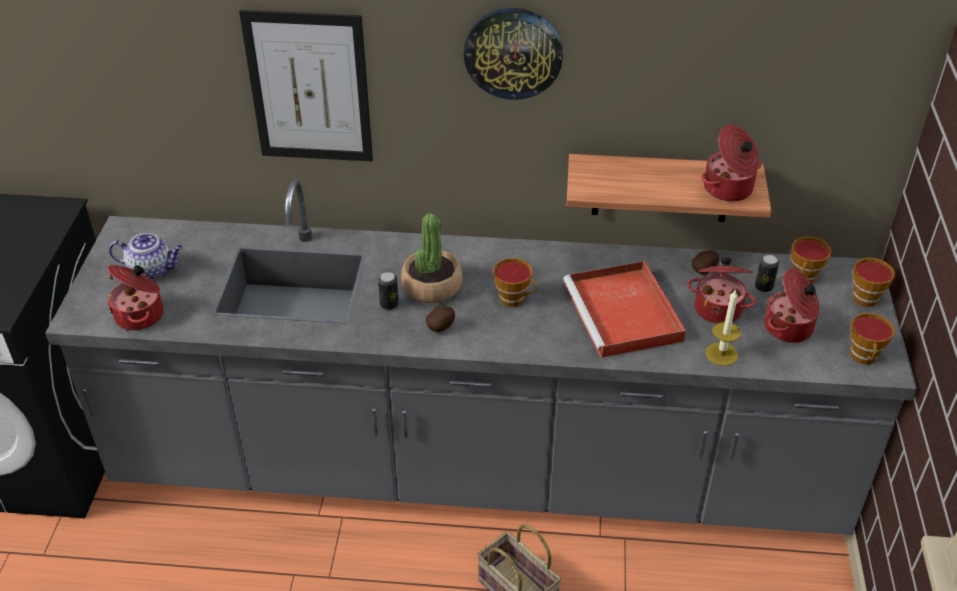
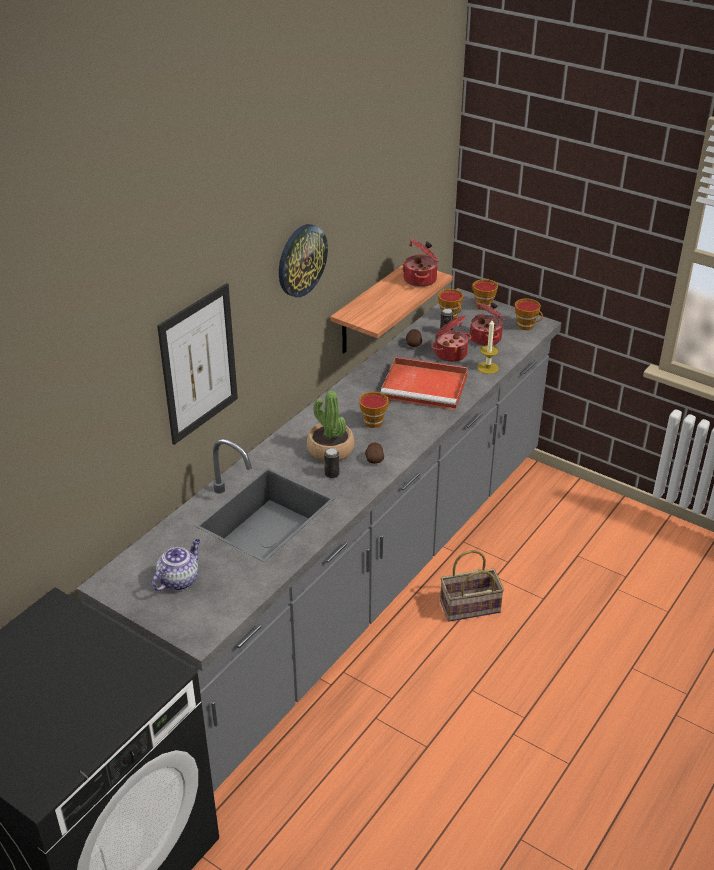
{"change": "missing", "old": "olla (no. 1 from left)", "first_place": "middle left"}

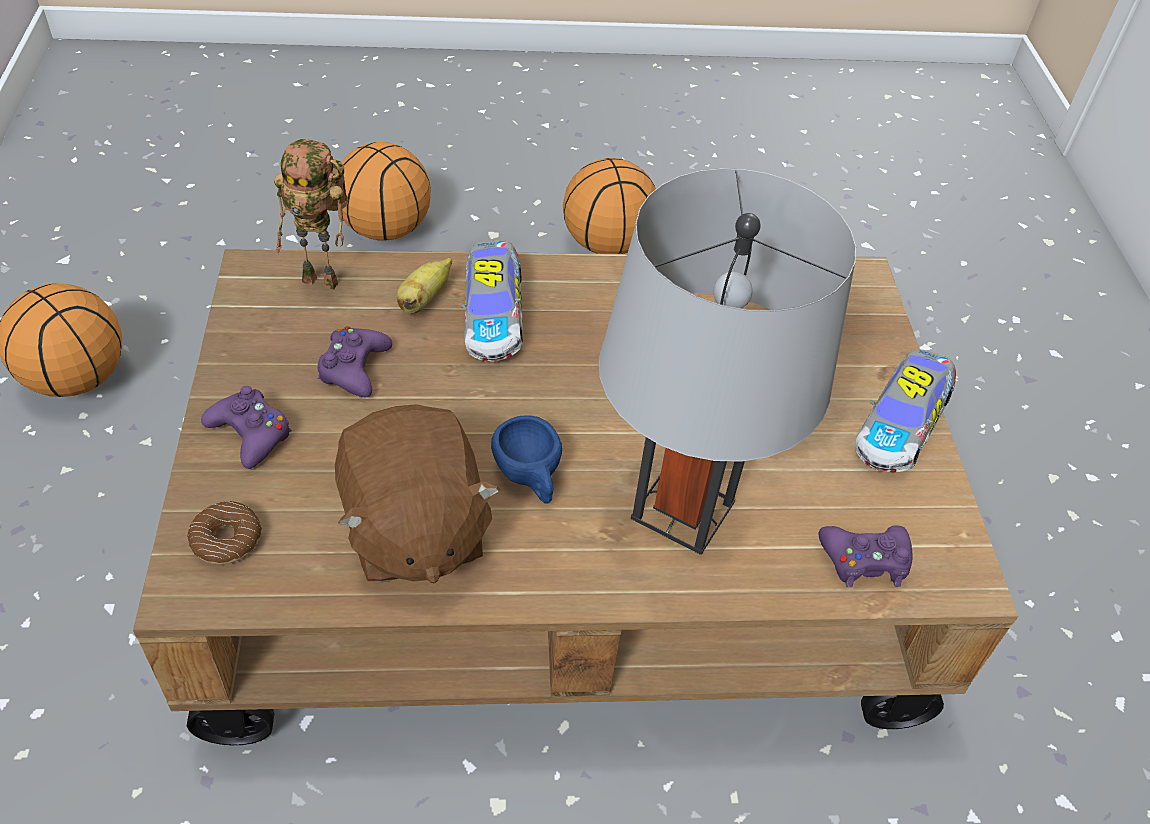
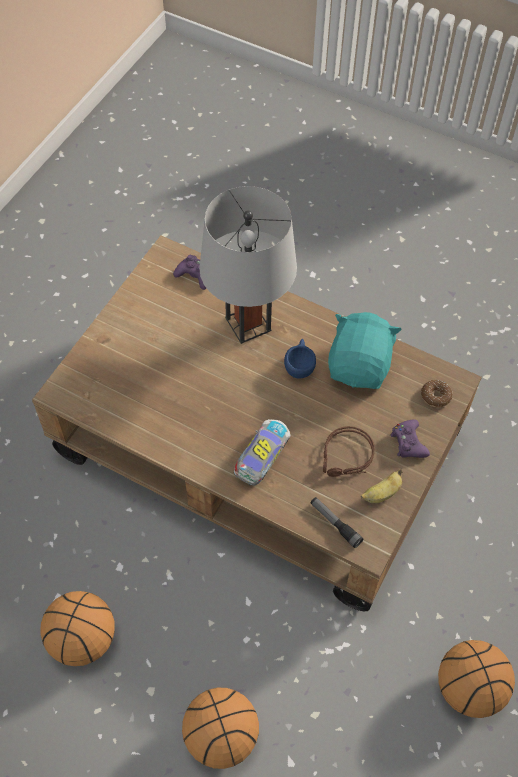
{"change": "exchanged", "old": "robot de juguete", "new": "linterna", "first_place": "top left", "second_place": "bottom centre"}
{"change": "exchanged", "old": "mando de consola/morado (no. 2 from left)", "new": "auriculares/marrón", "first_place": "middle left", "second_place": "middle right"}
{"change": "colour", "old": "peluche/marrón", "new": "peluche/turquesa", "first_place": "centre", "second_place": "middle right"}
{"change": "relocated", "old": "plátano", "first_place": "centre", "second_place": "middle right"}
{"change": "missing", "old": "coche de juguete (no. 2 from left)", "first_place": "middle right"}

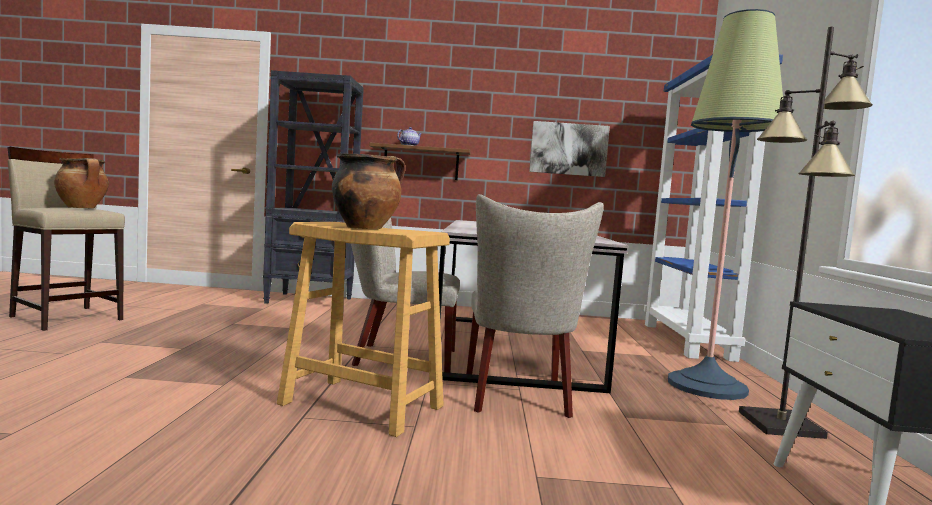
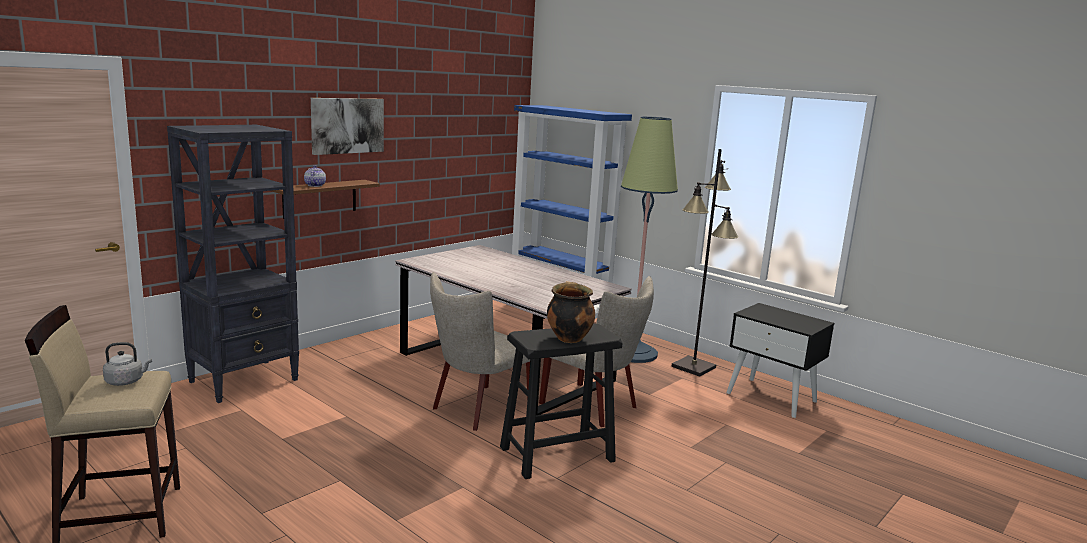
{"change": "exchanged", "old": "olla (no. 1 from left)", "new": "hervidor/gris", "first_place": "middle left", "second_place": "bottom left"}
{"change": "colour", "old": "taburete/beis (no. 2 from left)", "new": "taburete/negro", "first_place": "centre", "second_place": "bottom centre"}
{"change": "relocated", "old": "cuadro", "first_place": "top centre", "second_place": "top left"}

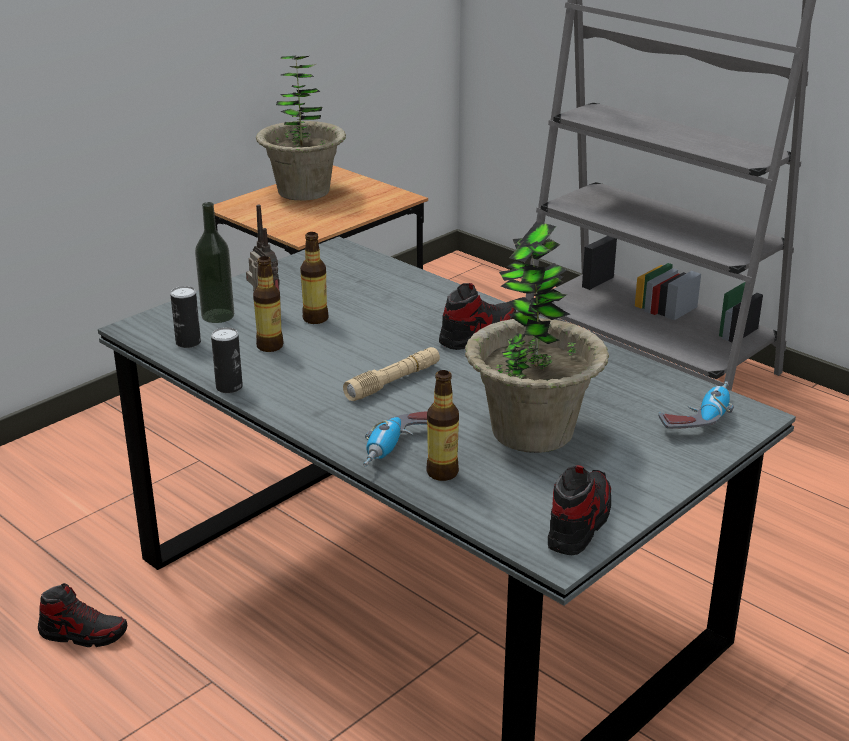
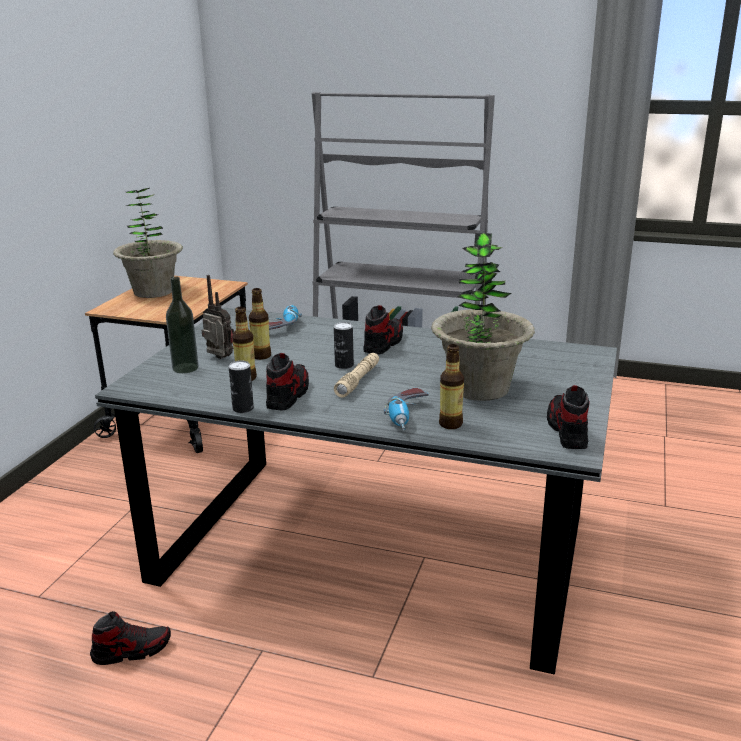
{"change": "relocated", "old": "lata (no. 1 from left in the first image)", "new": "lata (no. 2 from left)", "first_place": "middle left", "second_place": "centre"}
{"change": "relocated", "old": "taladro (no. 2 from left in the first image)", "new": "taladro (no. 1 from left)", "first_place": "middle right", "second_place": "centre"}
{"change": "appeared", "new": "zapato (no. 2 from left)", "second_place": "centre"}

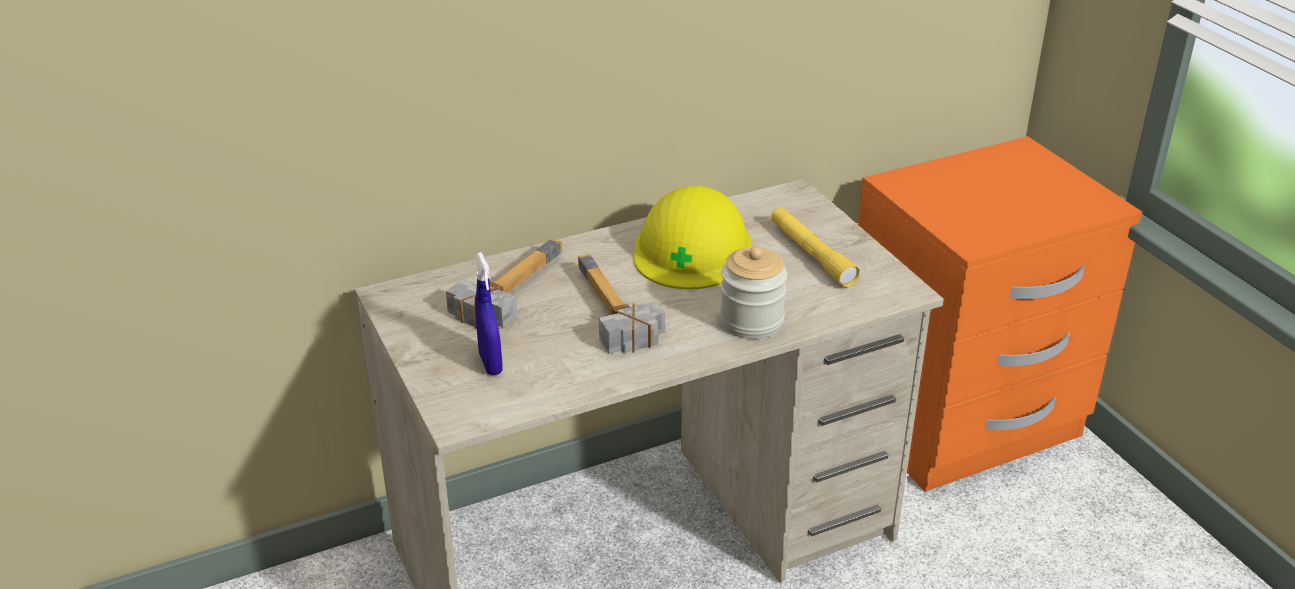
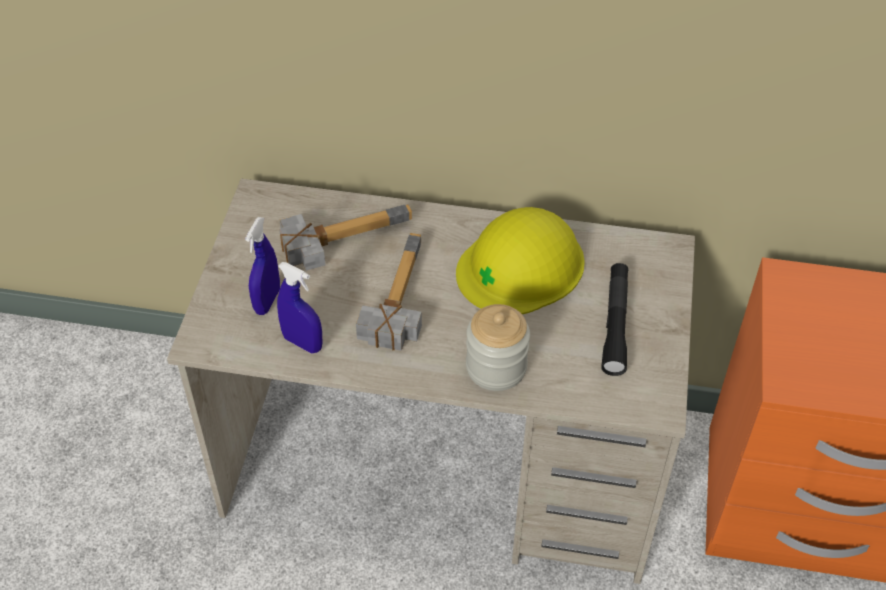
{"change": "colour", "old": "linterna/amarillo", "new": "linterna/negro", "first_place": "centre", "second_place": "middle right"}
{"change": "appeared", "new": "pulverizador/azul (no. 2 from left)", "second_place": "centre"}

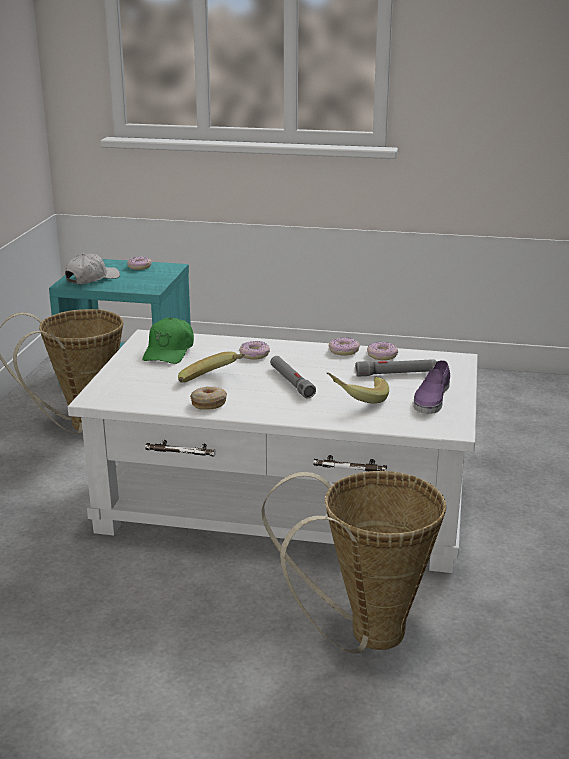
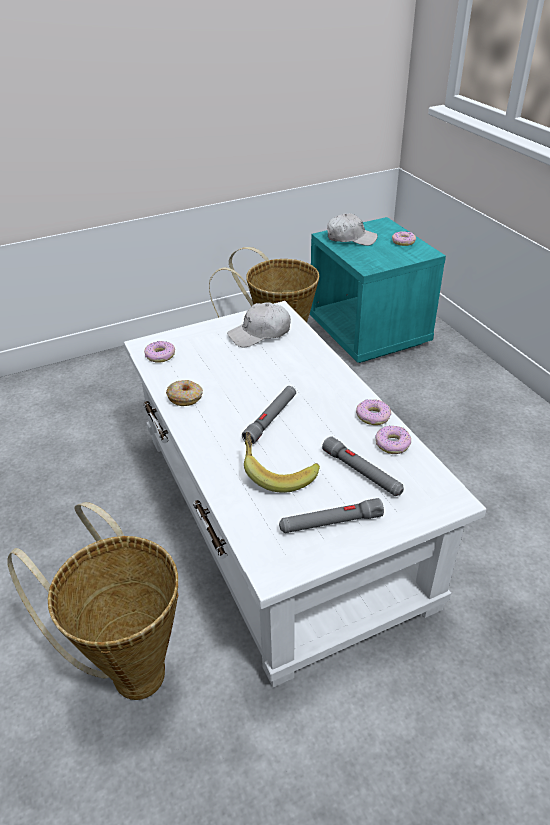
{"change": "colour", "old": "gorra/verde", "new": "gorra/blanco (no. 1 from left)", "first_place": "middle left", "second_place": "centre"}
{"change": "missing", "old": "plátano (no. 1 from left)", "first_place": "centre"}
{"change": "relocated", "old": "rosquilla (no. 3 from left in the first image)", "new": "rosquilla (no. 1 from left)", "first_place": "centre", "second_place": "middle left"}
{"change": "exchanged", "old": "zapato/morado", "new": "linterna/gris (no. 2 from left)", "first_place": "middle right", "second_place": "centre"}

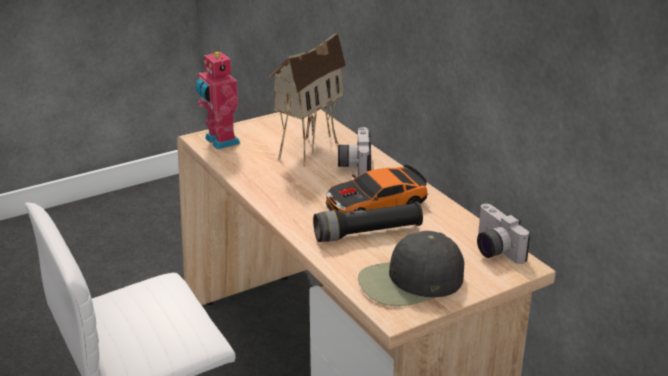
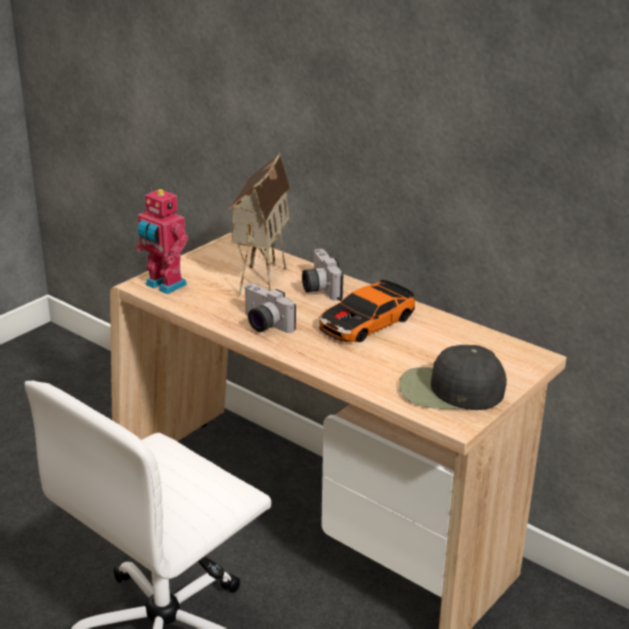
{"change": "missing", "old": "linterna/negro", "first_place": "centre"}
{"change": "spun", "old": "gorra/negro", "first_place": "bottom centre", "second_place": "middle right", "degrees": 45}
{"change": "relocated", "old": "cámara (no. 2 from left in the first image)", "new": "cámara (no. 1 from left)", "first_place": "middle right", "second_place": "centre"}

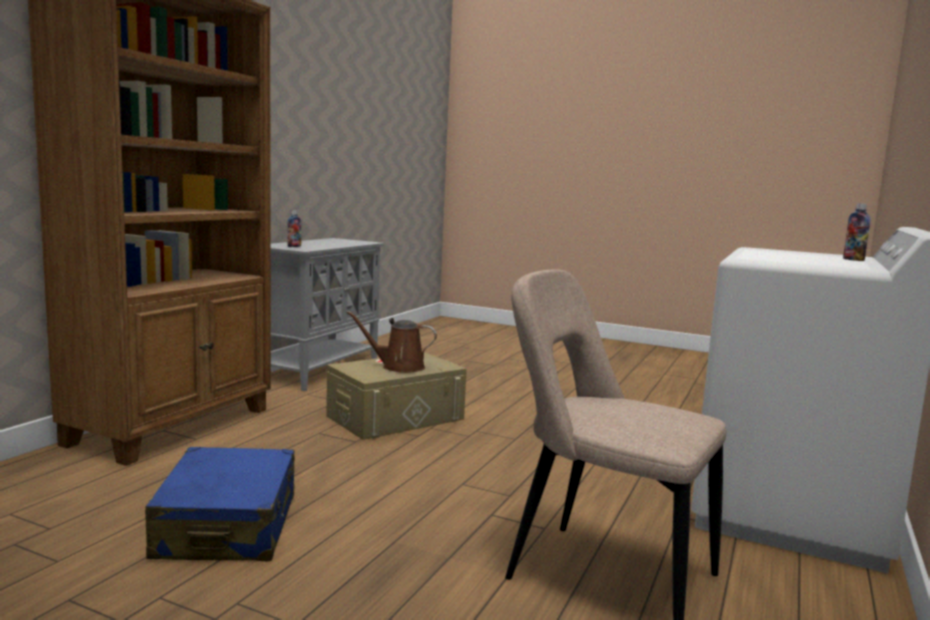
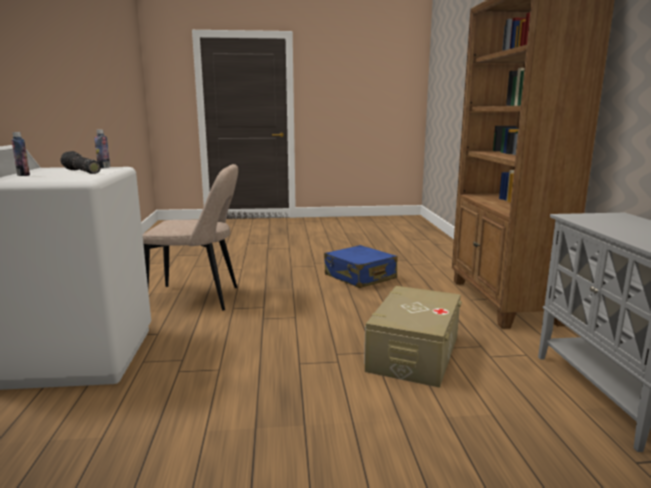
{"change": "relocated", "old": "botella (no. 1 from left in the first image)", "new": "botella (no. 2 from left)", "first_place": "middle left", "second_place": "top left"}
{"change": "missing", "old": "regadera/marrón", "first_place": "centre"}
{"change": "appeared", "new": "linterna", "second_place": "top left"}

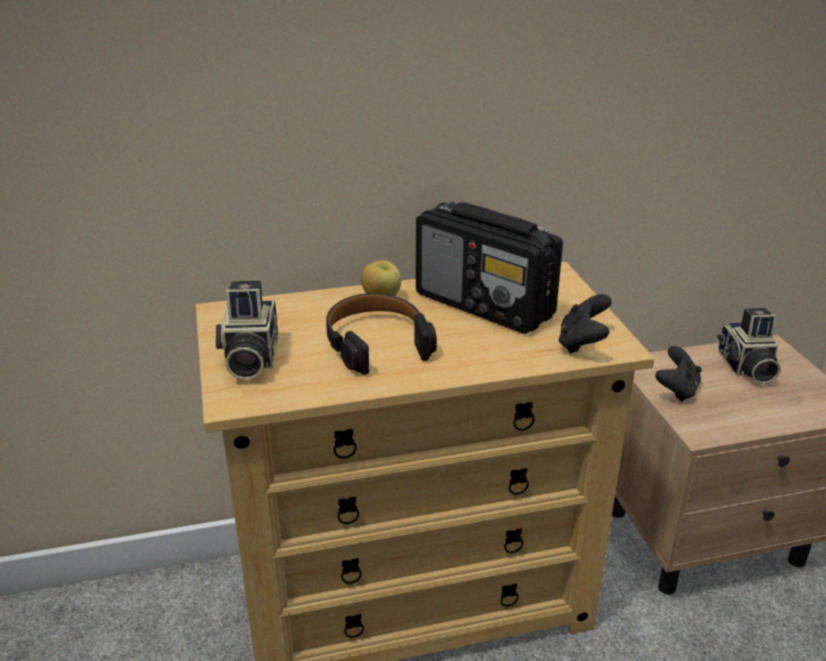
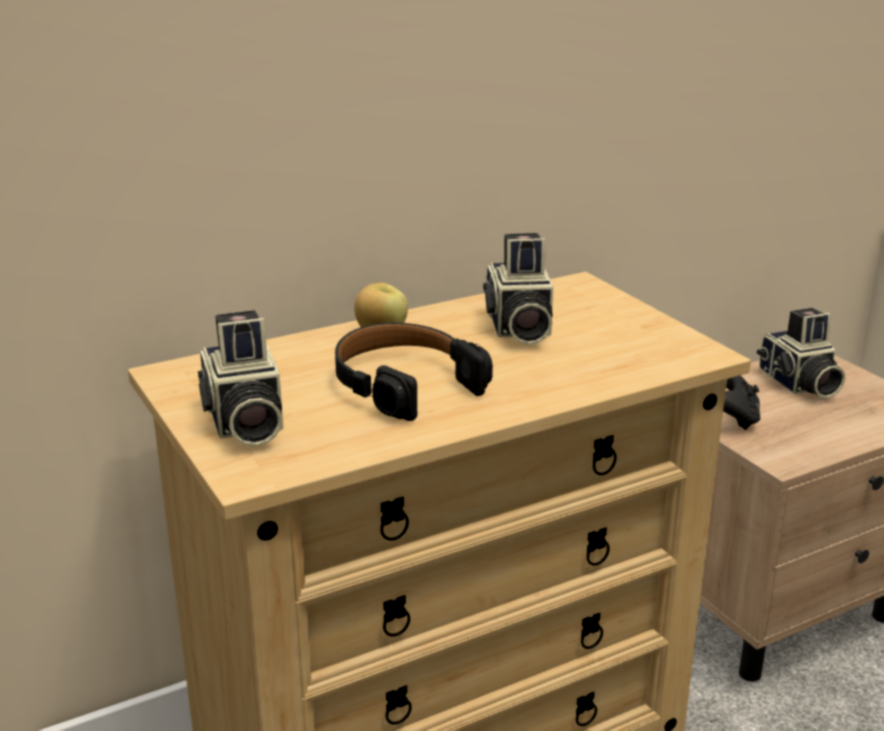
{"change": "exchanged", "old": "radio", "new": "cámara (no. 2 from left)", "first_place": "centre", "second_place": "centre"}
{"change": "missing", "old": "mando de consola/negro (no. 1 from left)", "first_place": "middle right"}

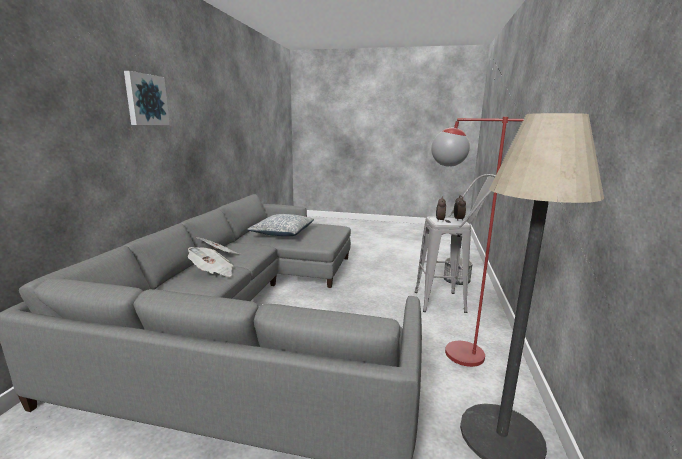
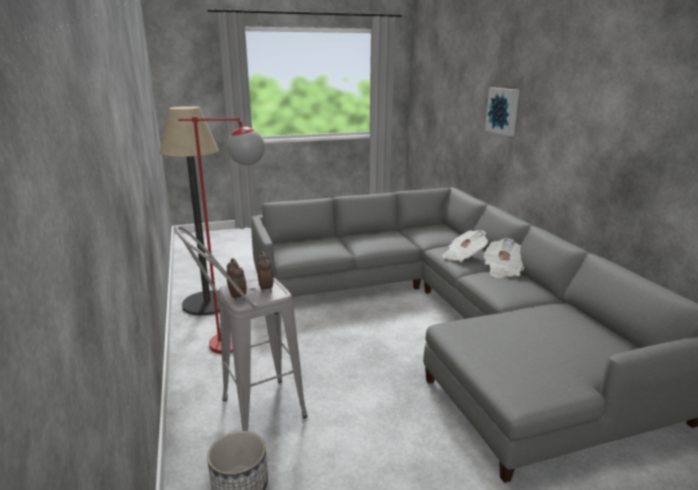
{"change": "relocated", "old": "cuadro", "first_place": "top left", "second_place": "top right"}
{"change": "missing", "old": "cojín", "first_place": "centre"}

